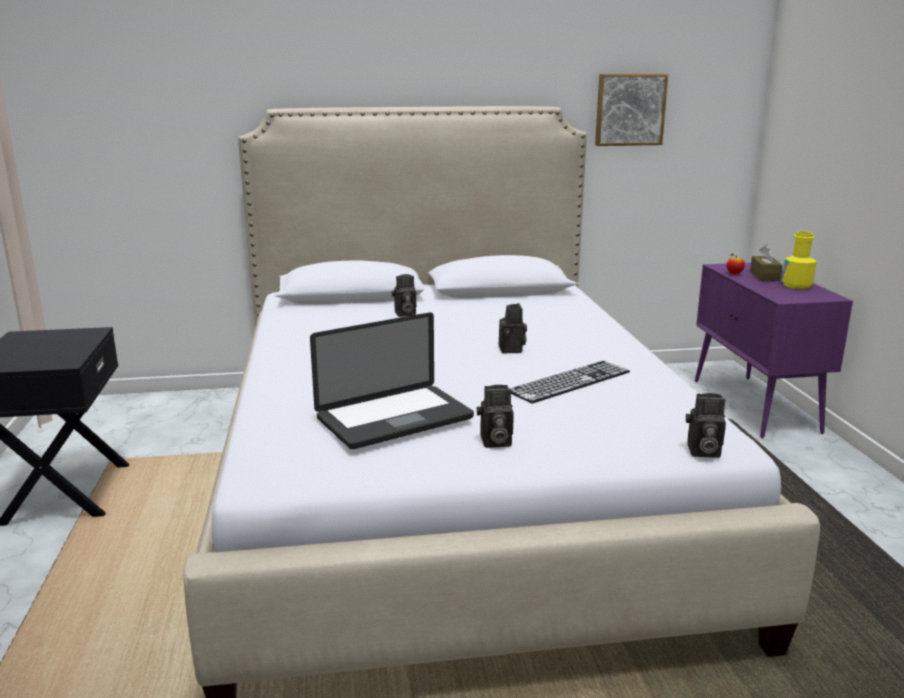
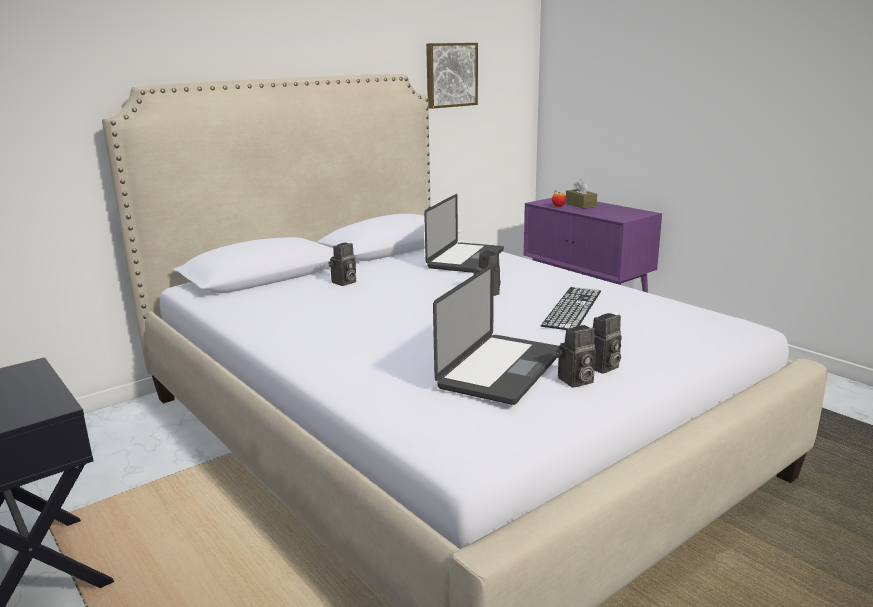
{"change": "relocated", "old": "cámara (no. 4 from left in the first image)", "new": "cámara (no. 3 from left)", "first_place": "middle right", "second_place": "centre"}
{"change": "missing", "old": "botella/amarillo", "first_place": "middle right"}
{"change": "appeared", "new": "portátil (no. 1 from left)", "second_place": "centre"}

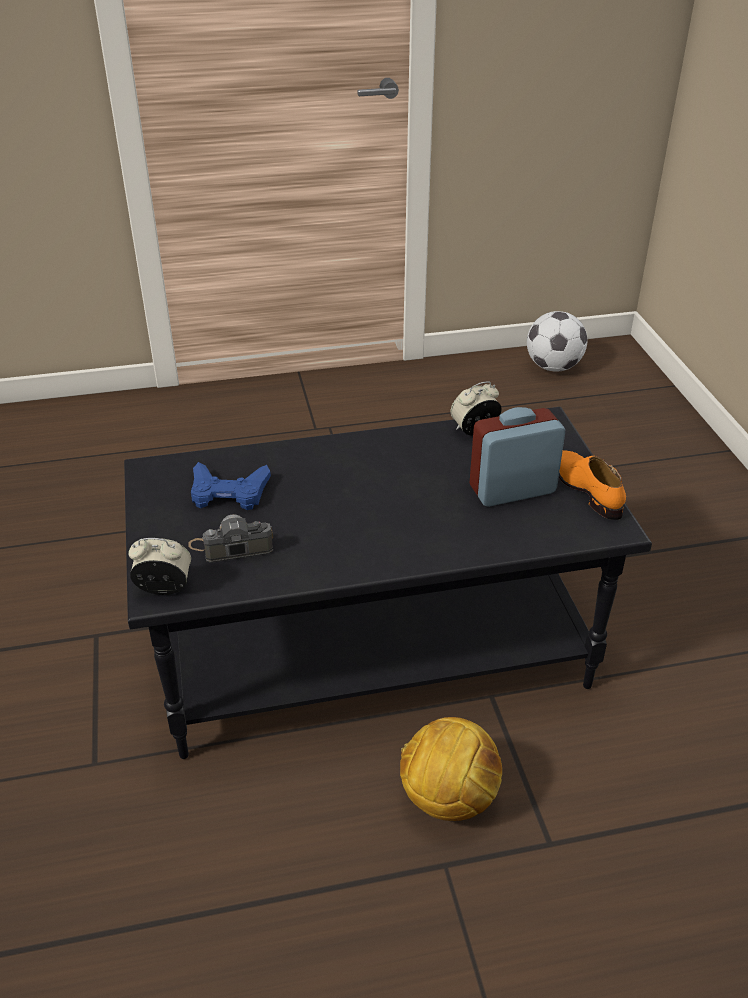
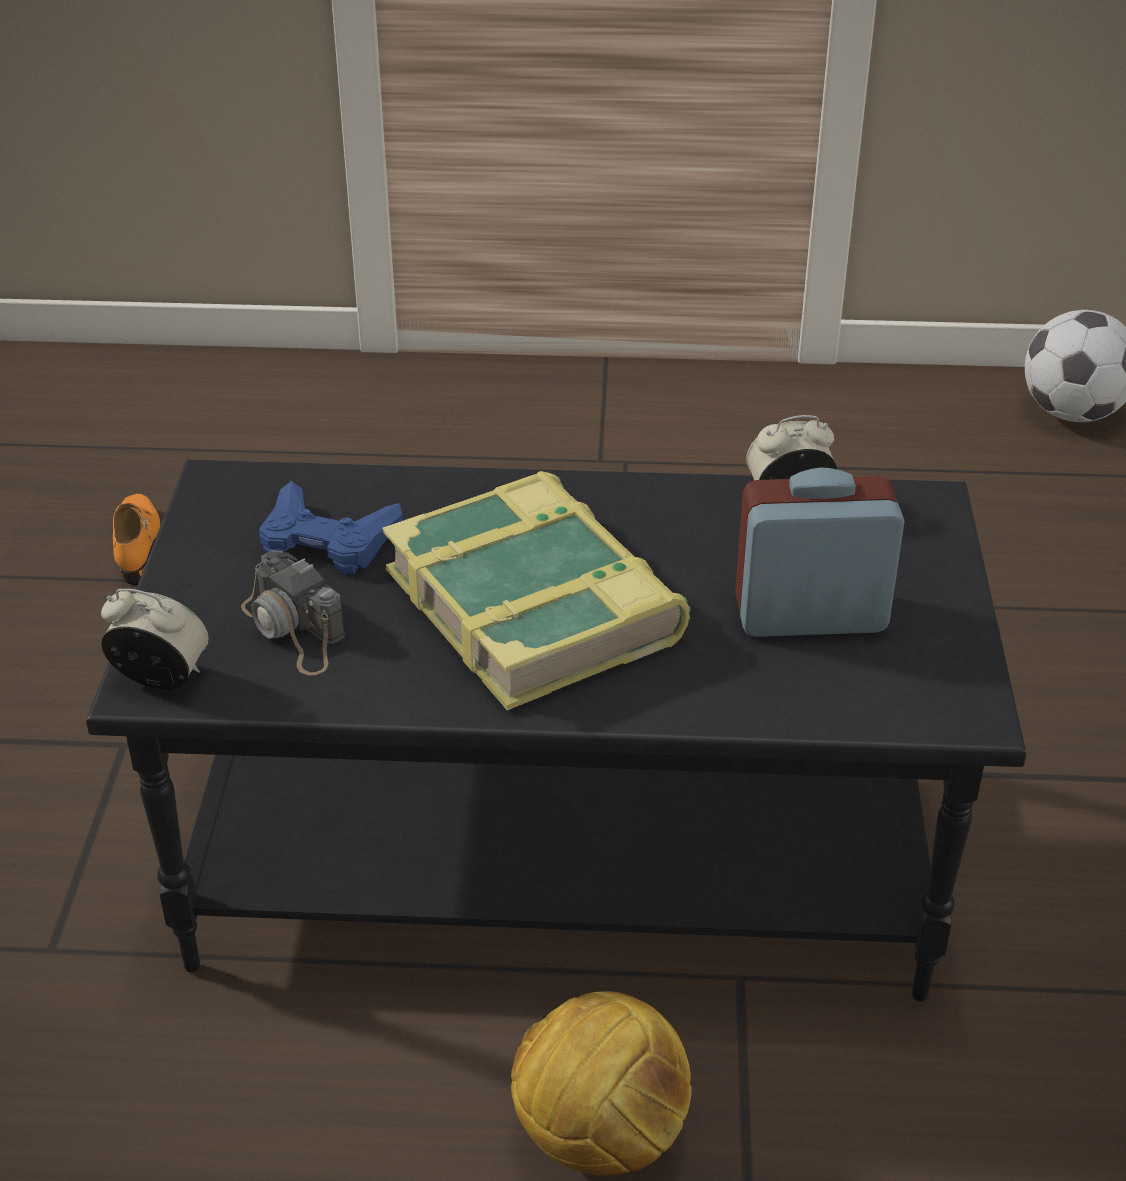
{"change": "spun", "old": "cámara", "first_place": "middle left", "second_place": "middle left", "degrees": -135}
{"change": "relocated", "old": "zapato/naranja", "first_place": "middle right", "second_place": "middle left"}
{"change": "appeared", "new": "libro", "second_place": "centre"}

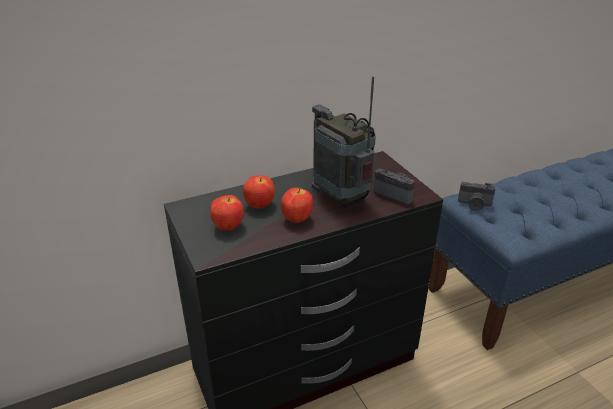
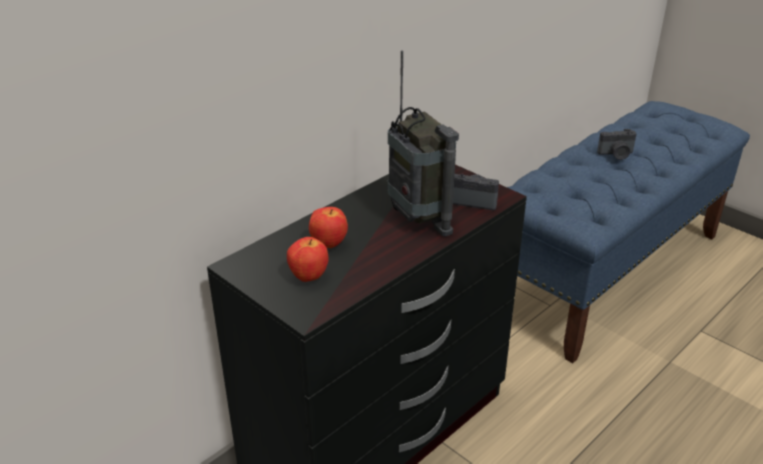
{"change": "missing", "old": "manzana (no. 3 from left)", "first_place": "centre"}
{"change": "spun", "old": "radio", "first_place": "centre", "second_place": "top centre", "degrees": -150}
{"change": "relocated", "old": "cámara (no. 2 from left)", "first_place": "middle right", "second_place": "top right"}

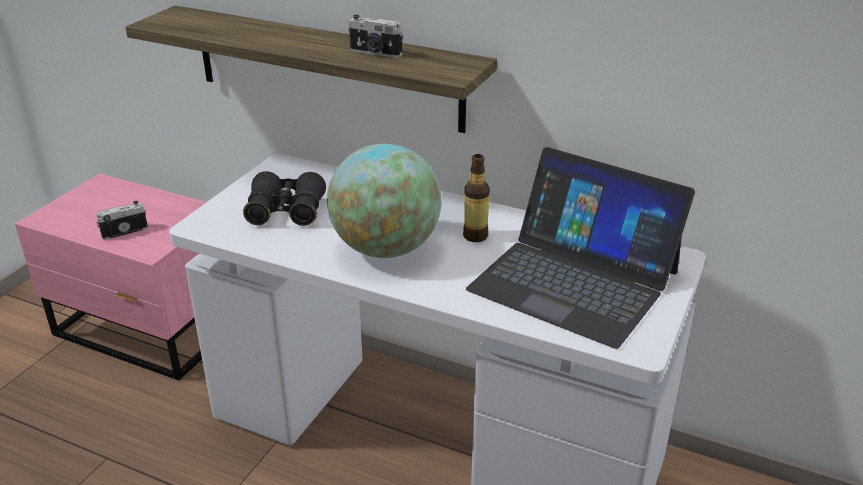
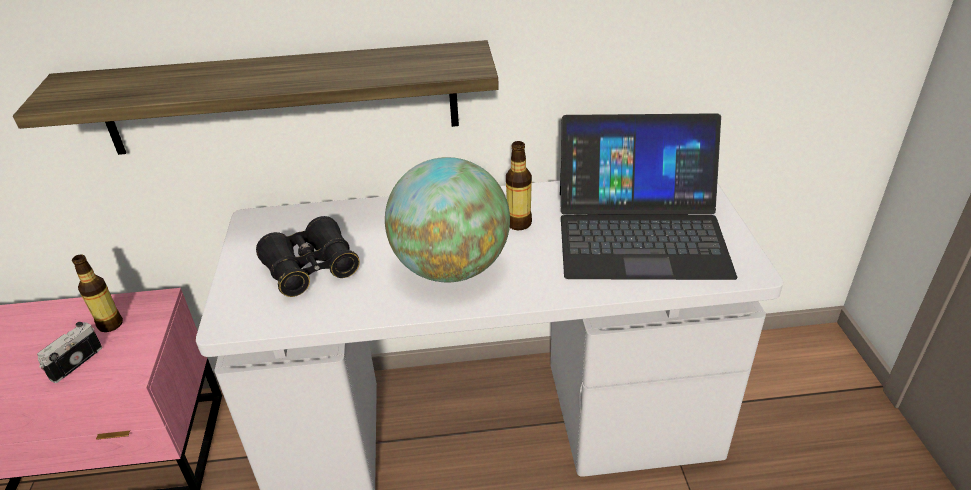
{"change": "missing", "old": "cámara (no. 2 from left)", "first_place": "top centre"}
{"change": "appeared", "new": "botella (no. 1 from left)", "second_place": "middle left"}

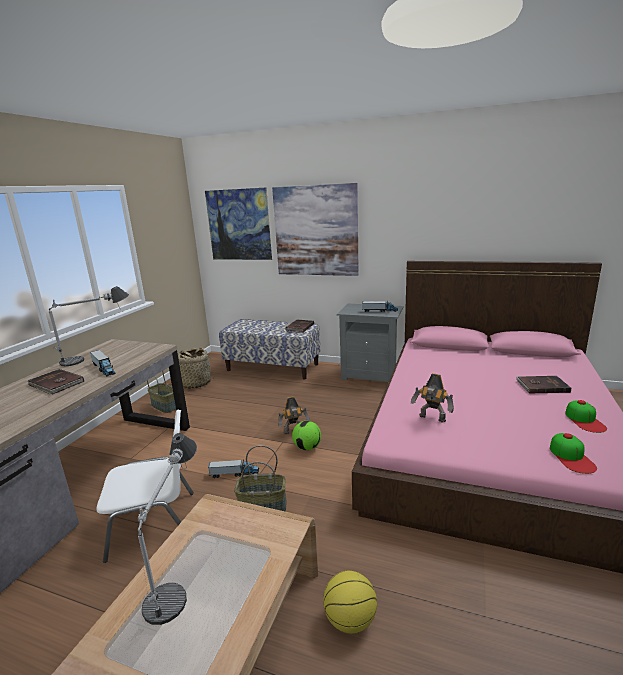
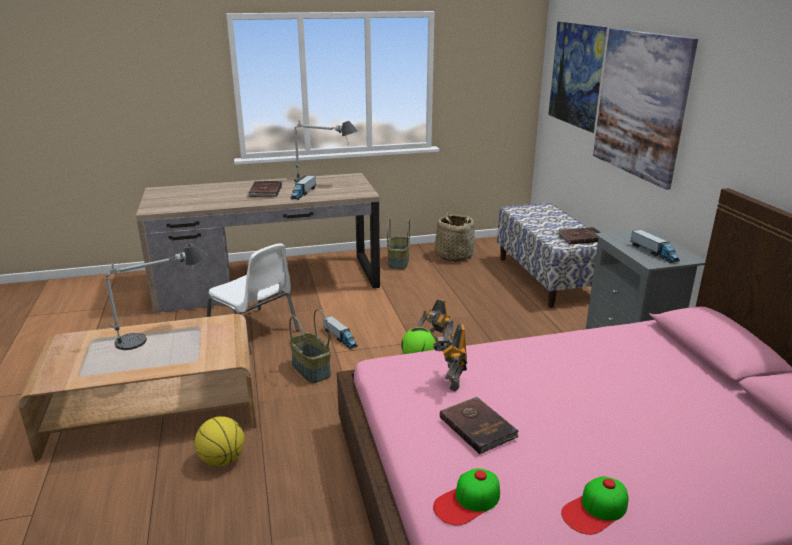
{"change": "relocated", "old": "libro/marrón (no. 3 from left in the first image)", "new": "libro/marrón (no. 2 from left)", "first_place": "middle right", "second_place": "bottom centre"}

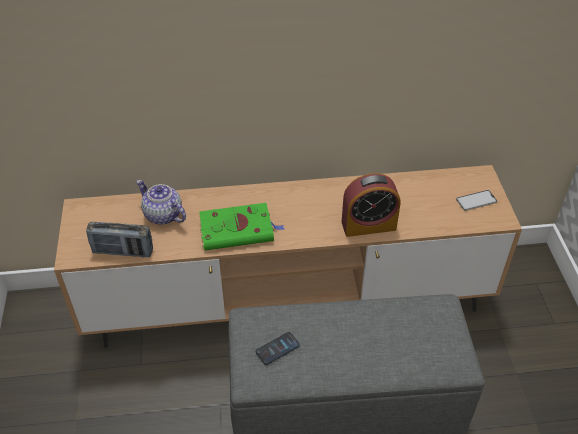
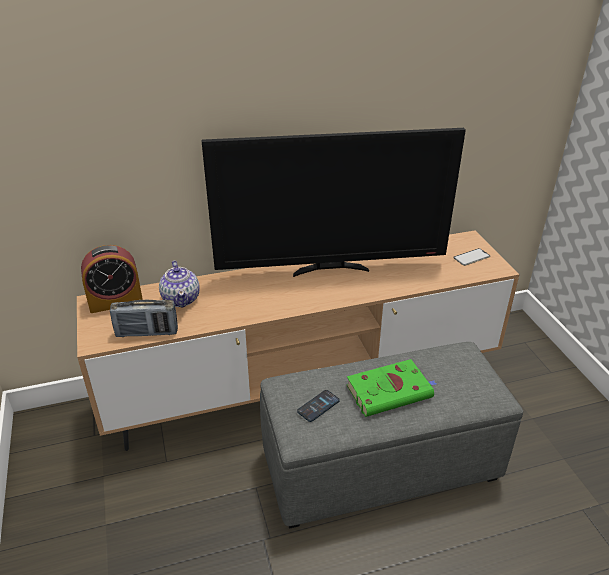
{"change": "spun", "old": "tetera", "first_place": "middle left", "second_place": "middle left", "degrees": -135}
{"change": "relocated", "old": "libro/verde", "first_place": "centre", "second_place": "bottom centre"}
{"change": "relocated", "old": "despertador", "first_place": "centre", "second_place": "middle left"}
{"change": "appeared", "new": "televisor", "second_place": "centre"}

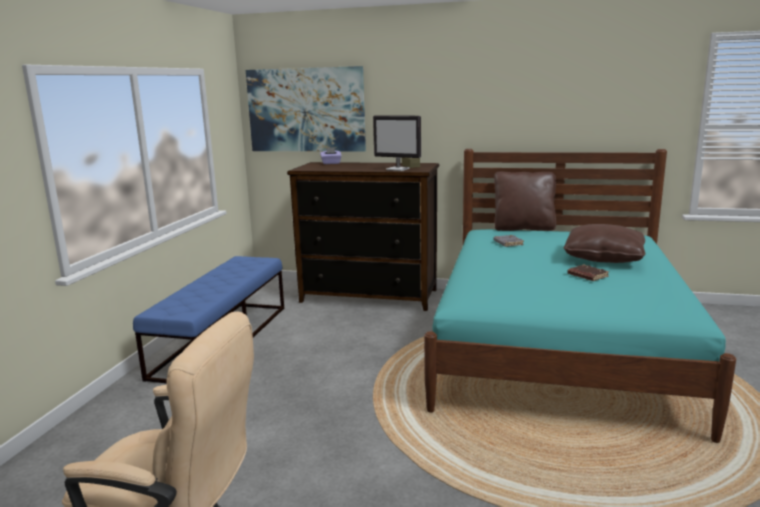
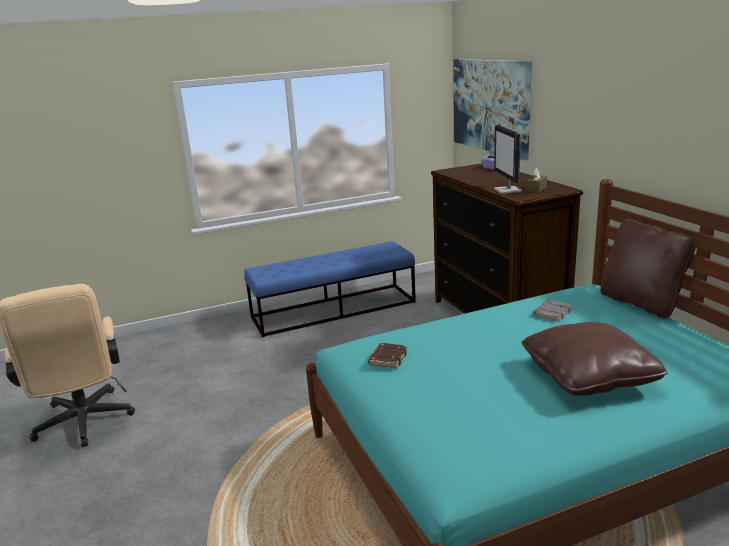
{"change": "relocated", "old": "libro/marrón", "first_place": "middle right", "second_place": "centre"}

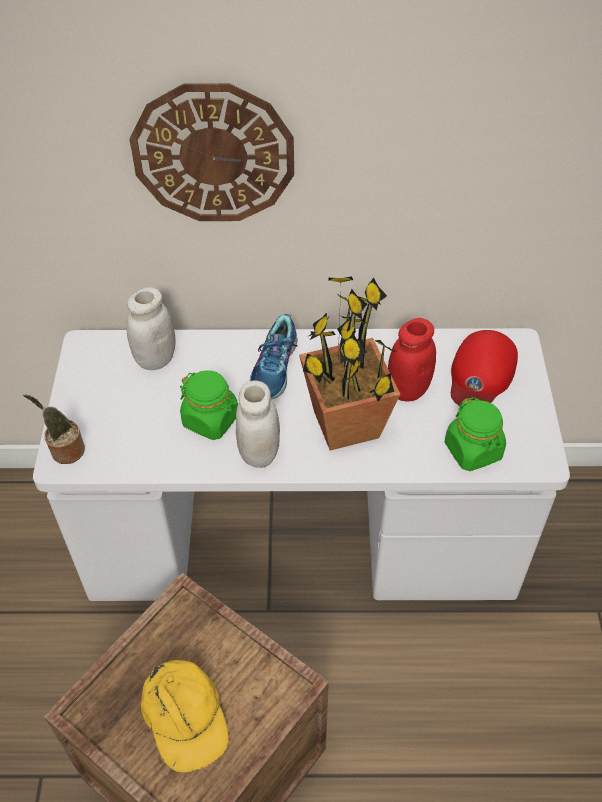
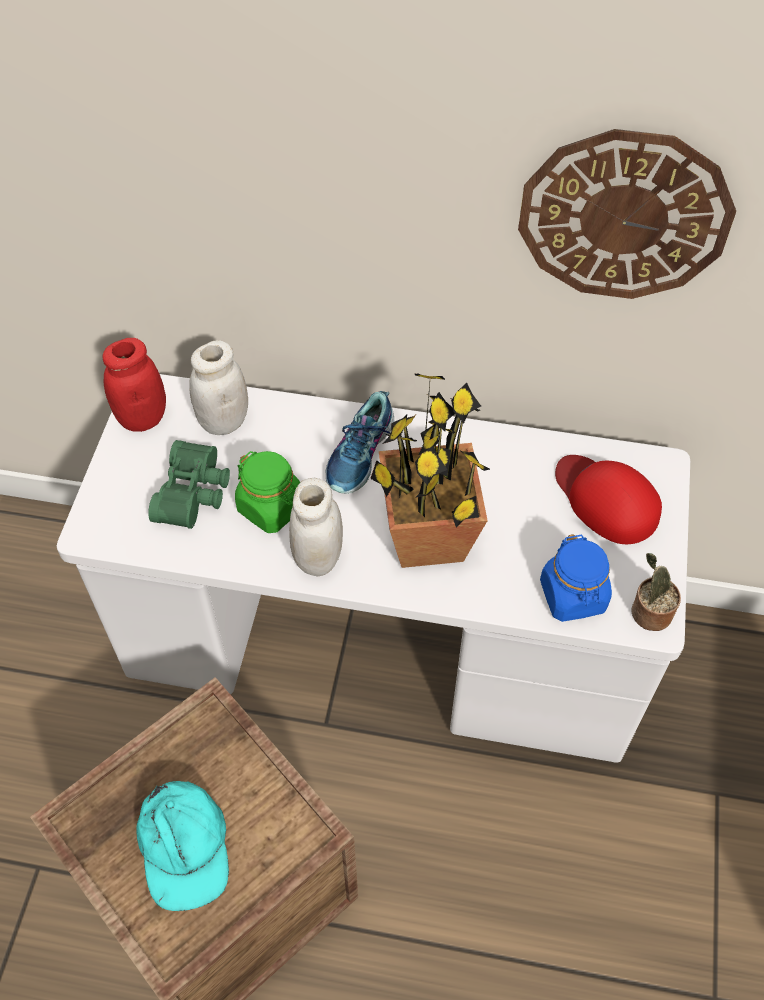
{"change": "relocated", "old": "planta en maceta (no. 1 from left in the first image)", "new": "planta en maceta (no. 2 from left)", "first_place": "middle left", "second_place": "middle right"}
{"change": "relocated", "old": "reloj de pared", "first_place": "top centre", "second_place": "top right"}
{"change": "colour", "old": "gorra/amarillo", "new": "gorra/turquesa", "first_place": "bottom left", "second_place": "bottom left"}
{"change": "relocated", "old": "tarro/rojo", "first_place": "middle right", "second_place": "middle left"}
{"change": "colour", "old": "tarro/verde (no. 2 from left)", "new": "tarro/azul", "first_place": "middle right", "second_place": "middle right"}
{"change": "spun", "old": "gorra/rojo", "first_place": "middle right", "second_place": "middle right", "degrees": 105}
{"change": "appeared", "new": "prismáticos/verde", "second_place": "middle left"}

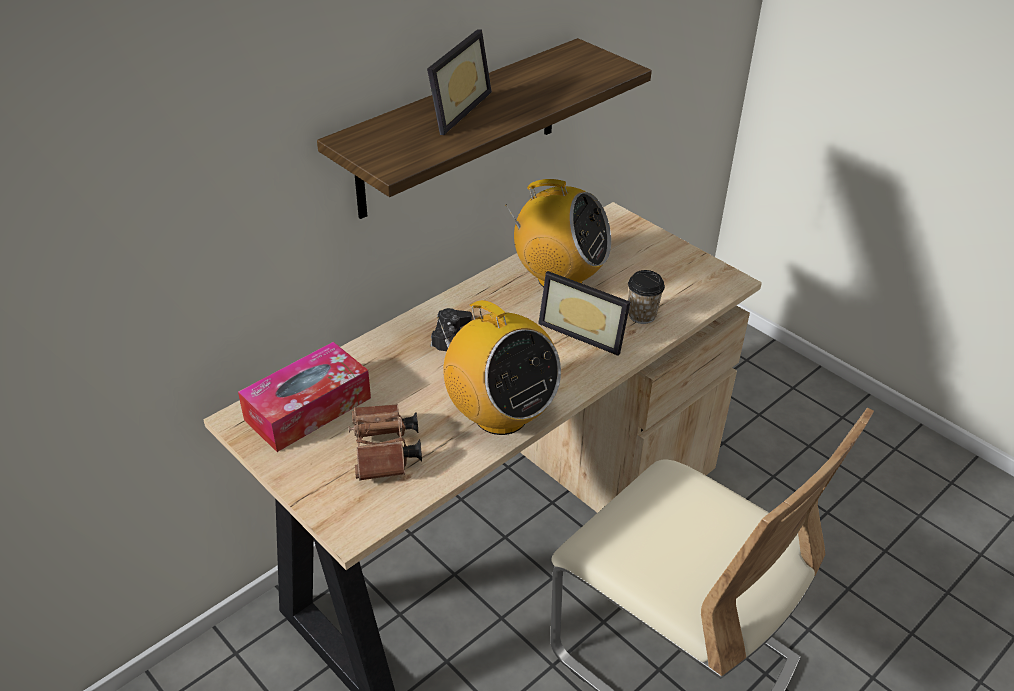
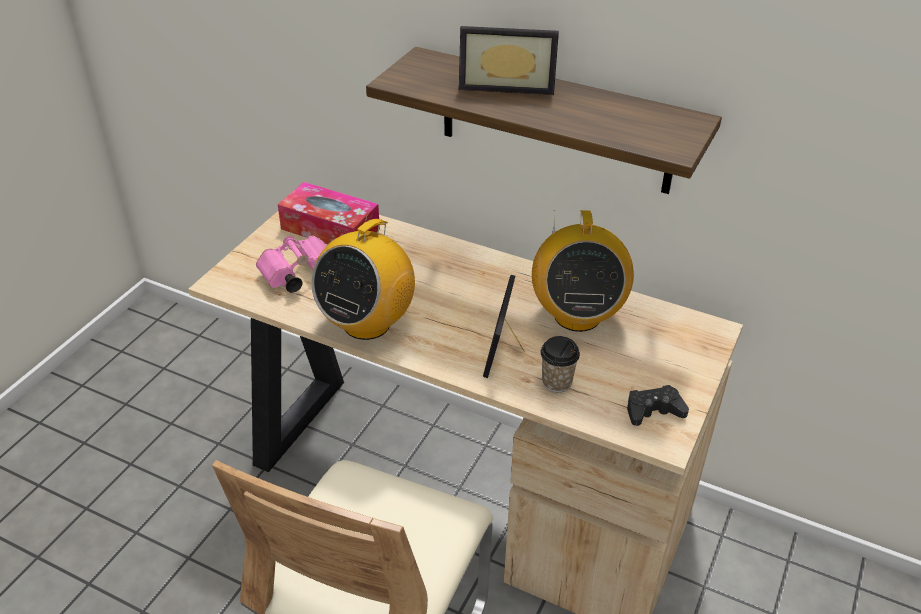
{"change": "colour", "old": "prismáticos/marrón", "new": "prismáticos/rosa", "first_place": "centre", "second_place": "middle left"}
{"change": "relocated", "old": "mando de consola/negro", "first_place": "centre", "second_place": "middle right"}

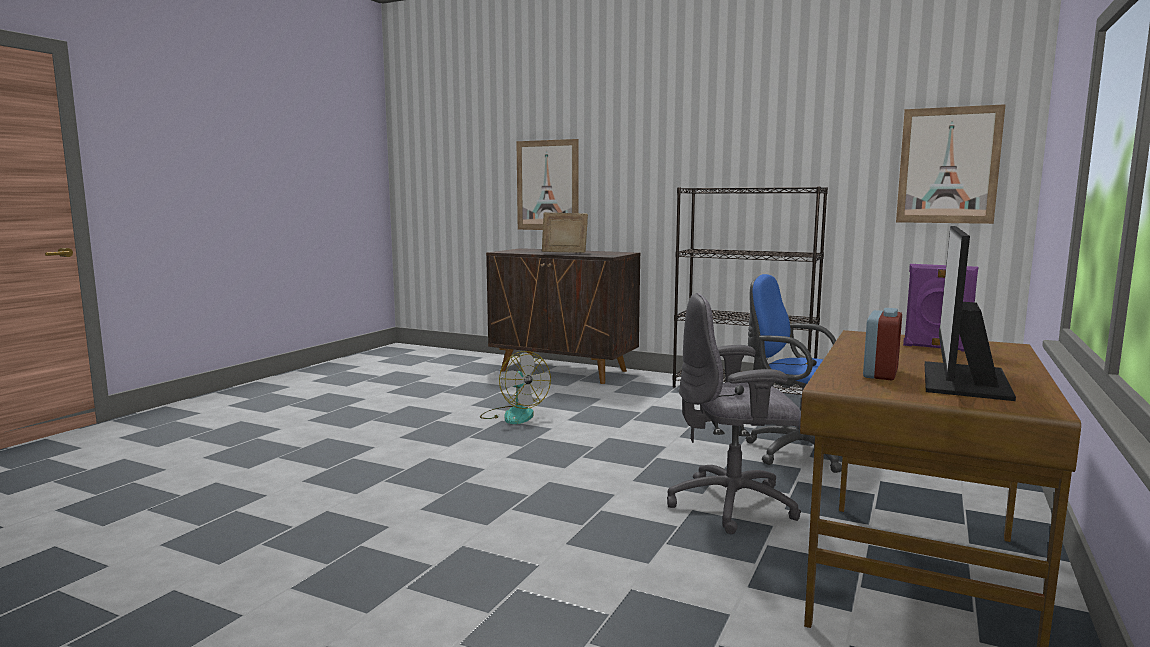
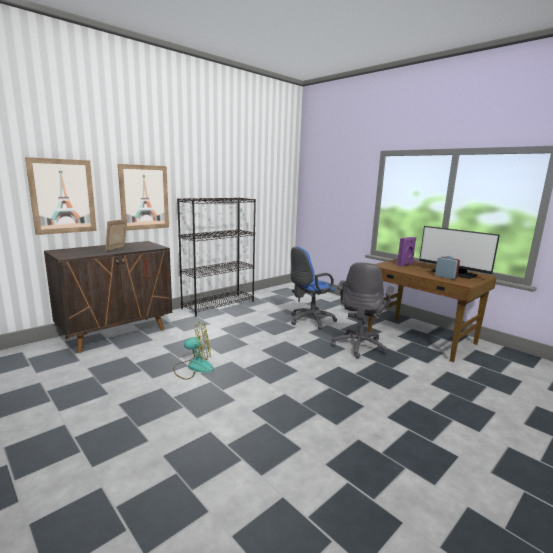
{"change": "relocated", "old": "cuadro (no. 2 from left)", "first_place": "top right", "second_place": "middle left"}

